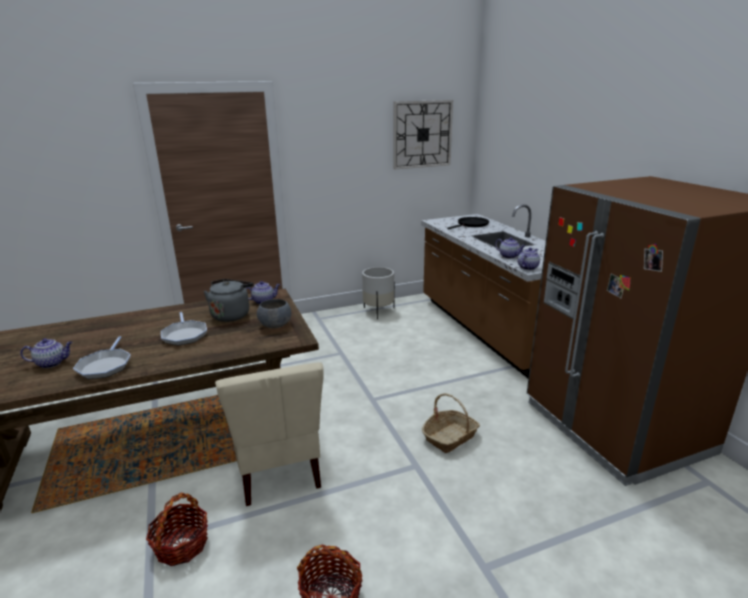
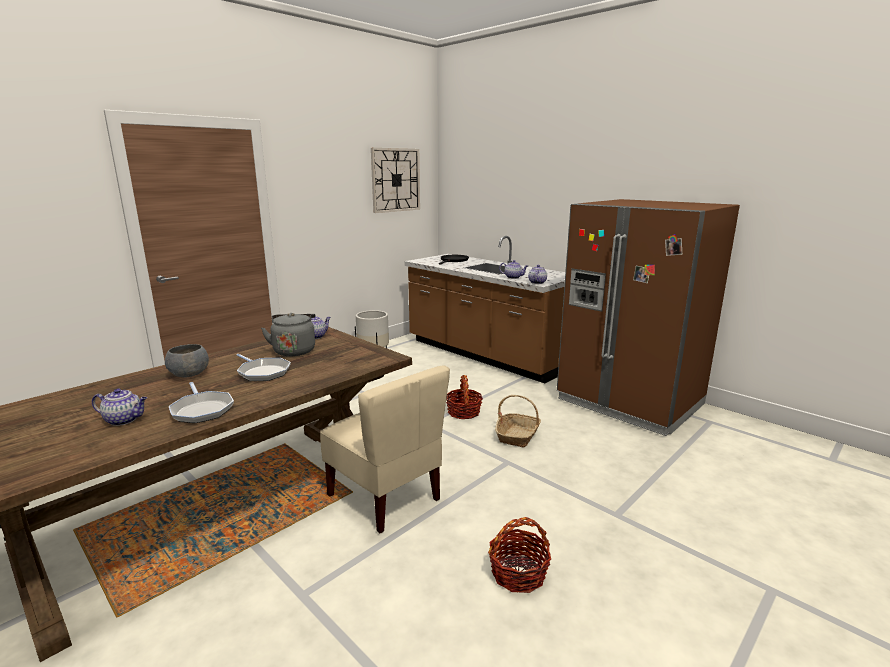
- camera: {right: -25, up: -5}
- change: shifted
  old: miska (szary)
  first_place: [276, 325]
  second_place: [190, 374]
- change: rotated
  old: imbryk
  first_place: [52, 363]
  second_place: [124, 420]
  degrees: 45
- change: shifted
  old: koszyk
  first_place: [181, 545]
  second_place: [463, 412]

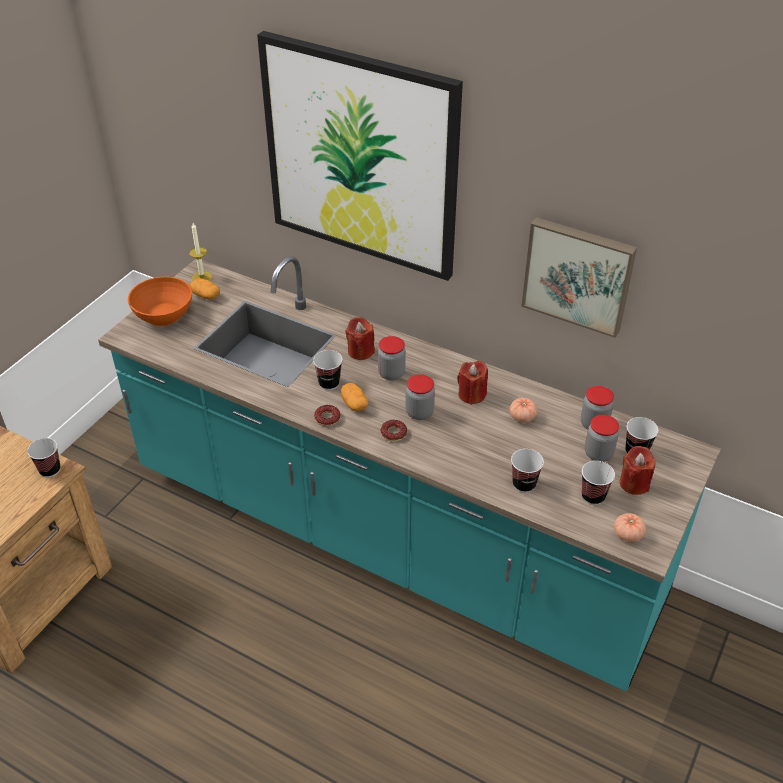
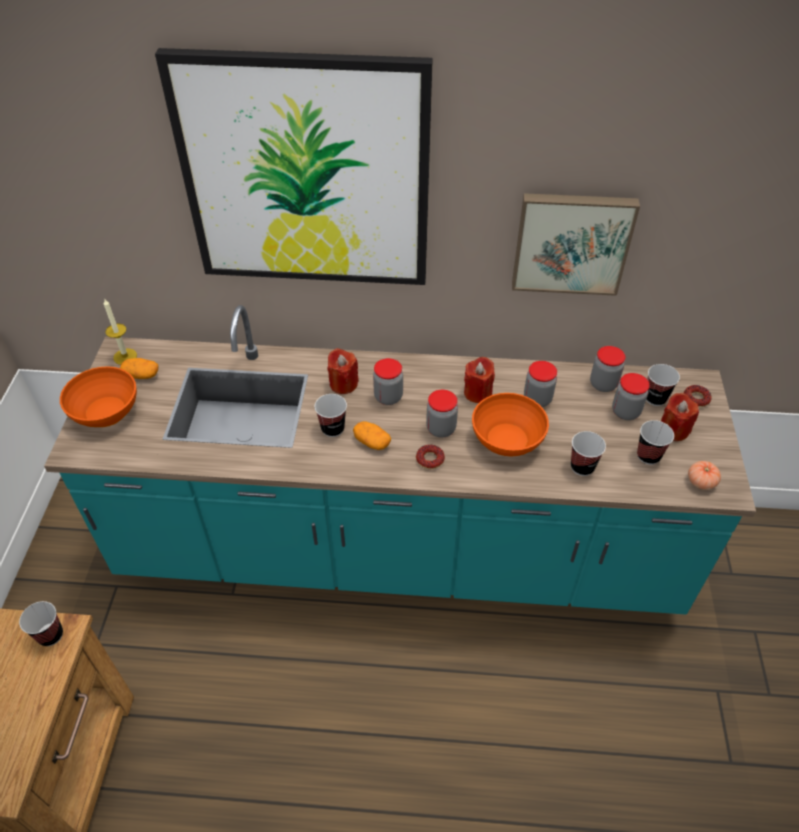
- camera: {right: -25, up: 5}
- change: swapped
  old: pomidor
  new: słoik
  first_place: [522, 417]
  second_place: [537, 399]
- change: shifted
  old: donut
  first_place: [327, 418]
  second_place: [696, 399]
- change: new
  new: miska (pomarańczowy)
  second_place: [507, 440]

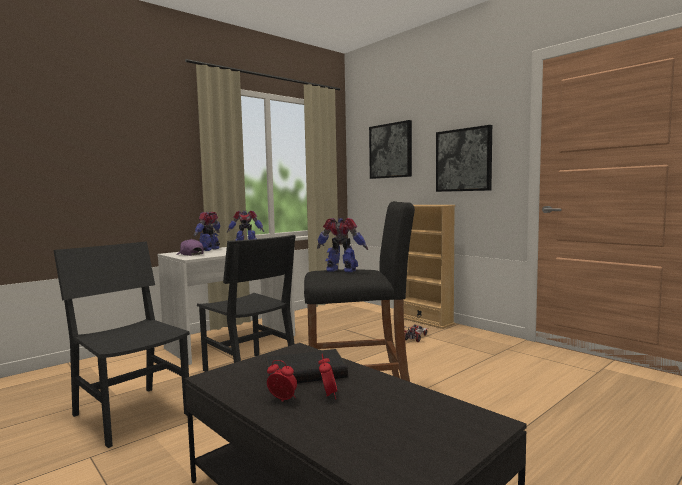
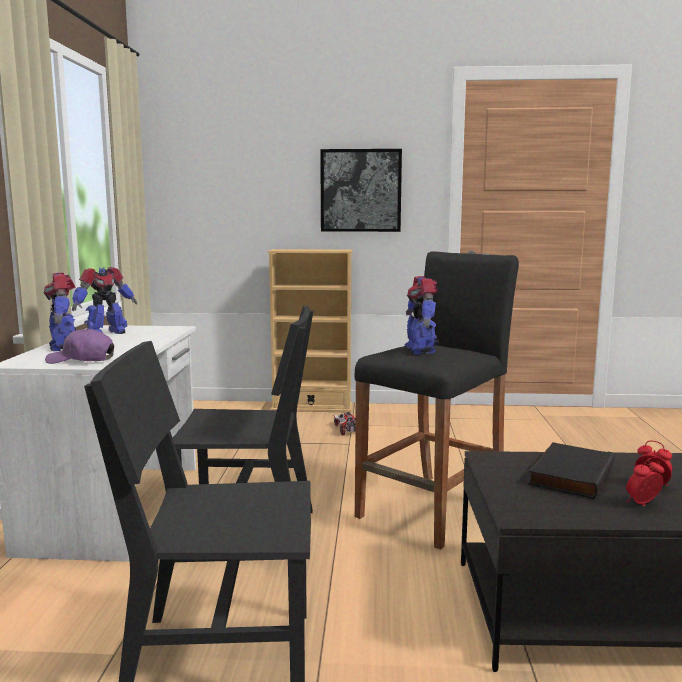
- camera: {right: -45, up: 5}
- change: gone
  old: obraz
  first_place: [391, 151]
- change: rotated
  old: robot zabawkowy
  first_place: [341, 271]
  second_place: [421, 350]
  degrees: -75

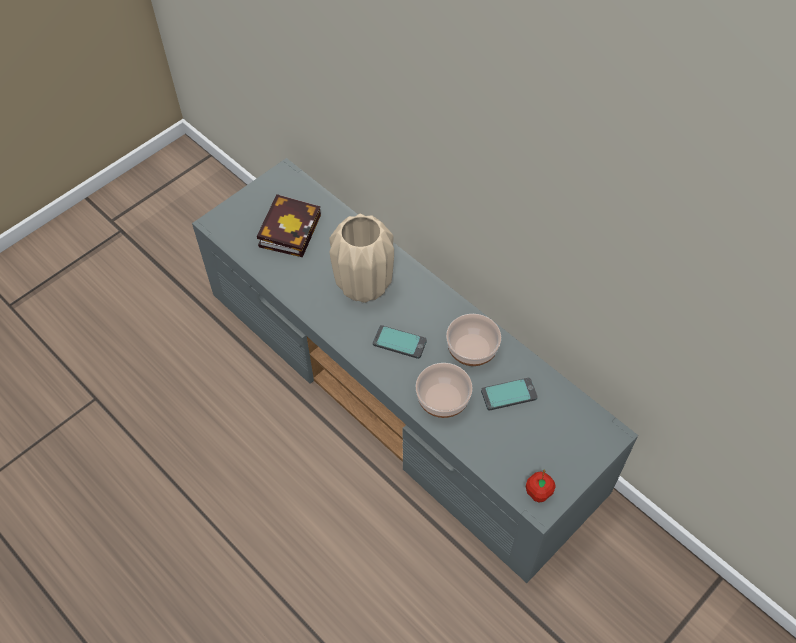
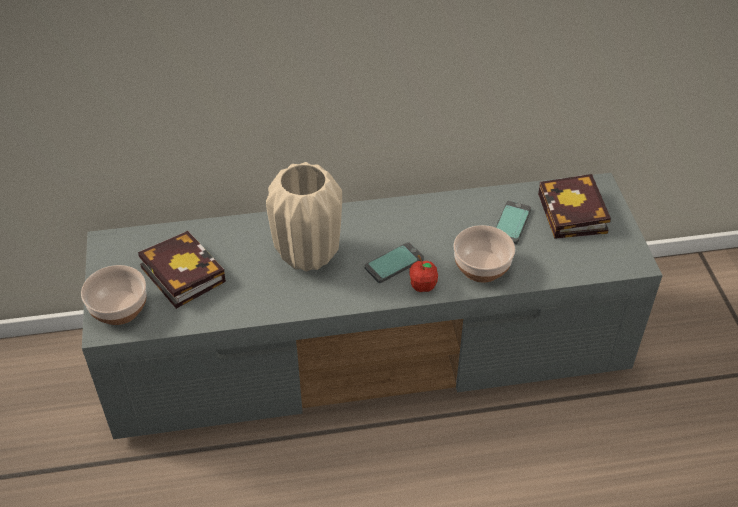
- camera: {right: -55, up: -10}
- change: shifted
  old: miska
  first_place: [471, 350]
  second_place: [118, 309]
- change: shifted
  old: jabłko
  first_place: [538, 493]
  second_place: [422, 286]
- change: new
  new: książka
  second_place: [574, 215]

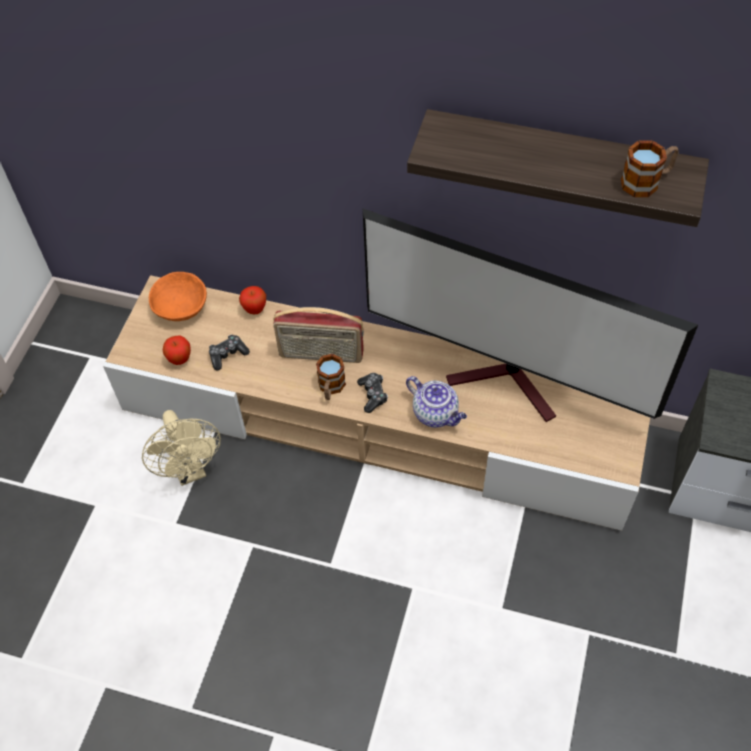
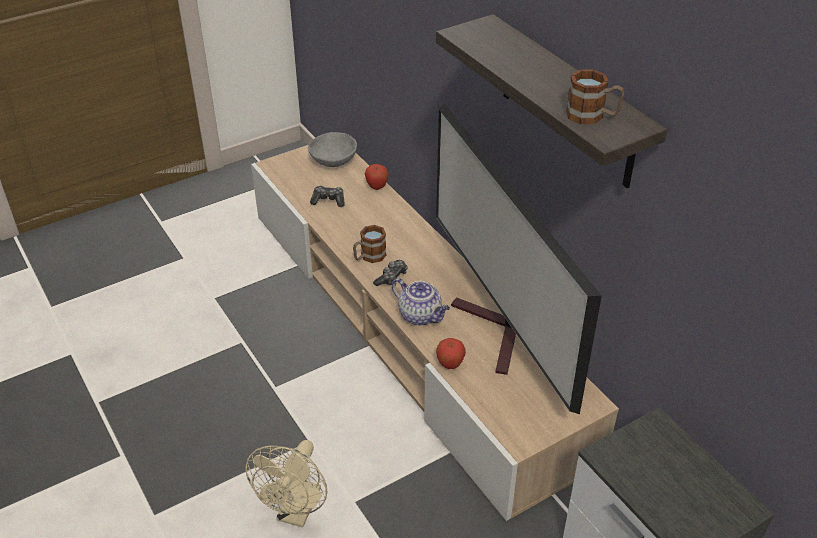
- camera: {right: 40, up: -15}
- change: repainted
  old: miska (pomarańczowy)
  new: miska (szary)
  first_place: [181, 307]
  second_place: [334, 160]
- change: gone
  old: radio
  first_place: [321, 355]
- change: shifted
  old: jabłko
  first_place: [180, 359]
  second_place: [450, 365]
- change: rotated
  old: imbryk
  first_place: [436, 413]
  second_place: [421, 316]
  degrees: -45
- change: shifted
  old: wentylator (beżowy)
  first_place: [190, 470]
  second_place: [296, 512]

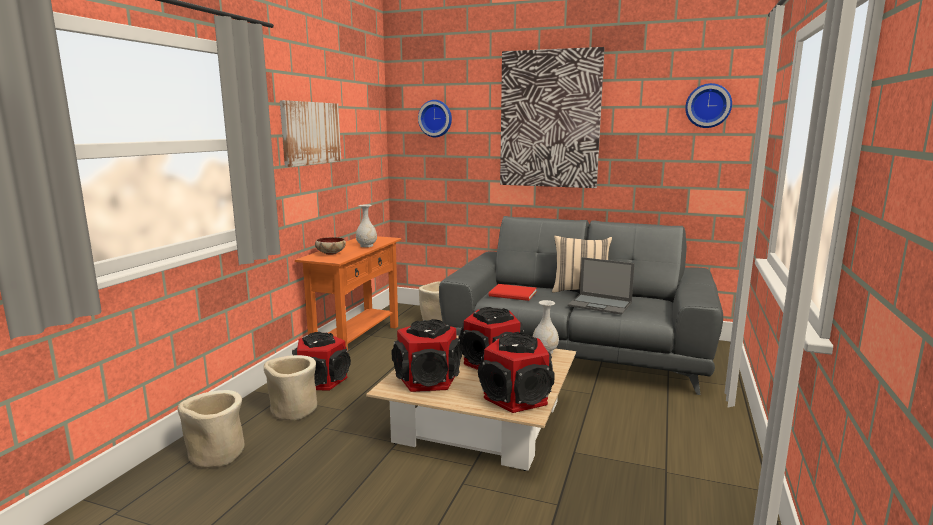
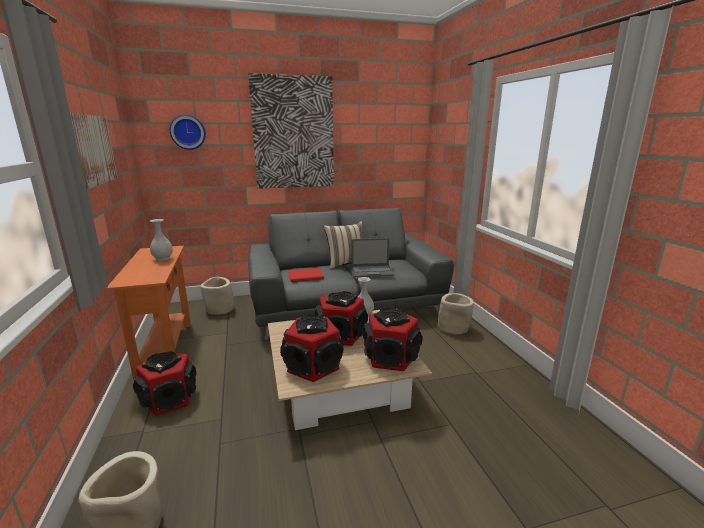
- camera: {right: -35, up: 5}
- change: gone
  old: zegar ścienny
  first_place: [708, 106]
- change: gone
  old: miska
  first_place: [330, 253]
- change: shifted
  old: donica (beżowy)
  first_place: [293, 410]
  second_place: [453, 328]

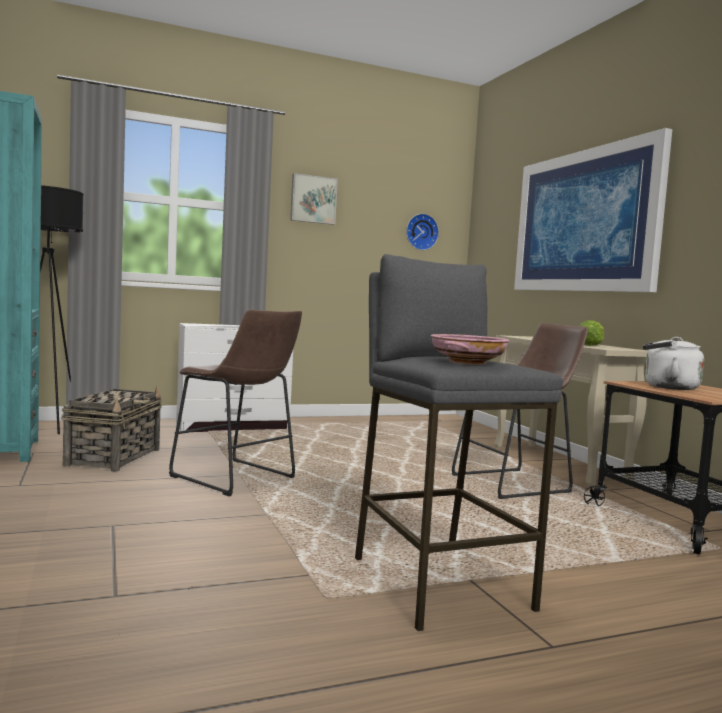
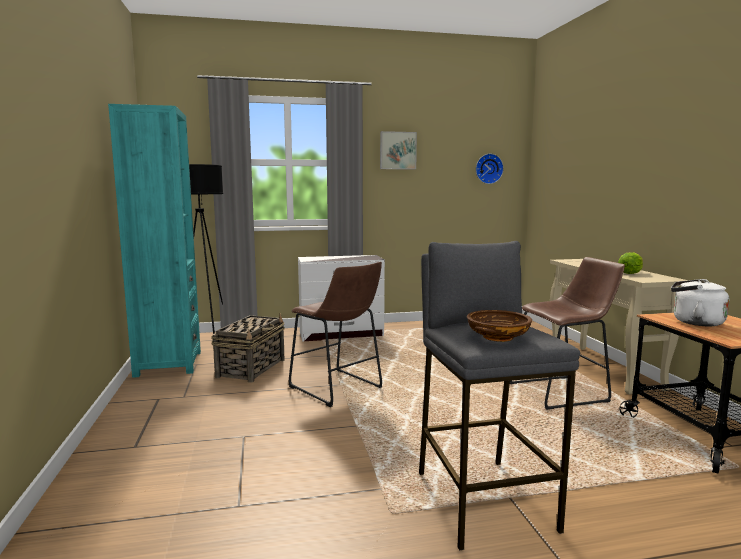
- camera: {right: 10, up: 5}
- change: gone
  old: obraz
  first_place: [584, 221]
- change: repainted
  old: miska (różowy)
  new: miska (brązowy)
  first_place: [467, 362]
  second_place: [498, 337]

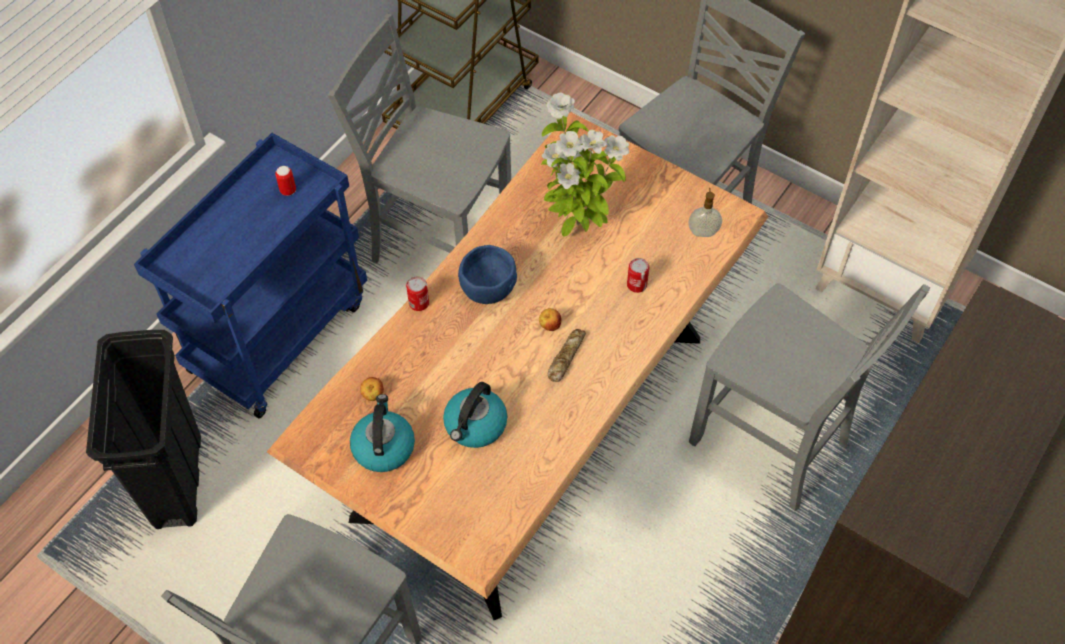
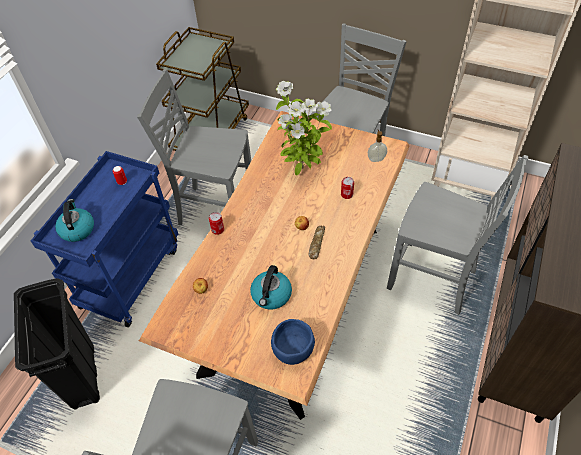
- camera: {right: -10, up: -5}
- change: shifted
  old: miska (niebieski)
  first_place: [488, 290]
  second_place: [293, 351]
- change: shifted
  old: czajnik
  first_place: [383, 446]
  second_place: [77, 229]

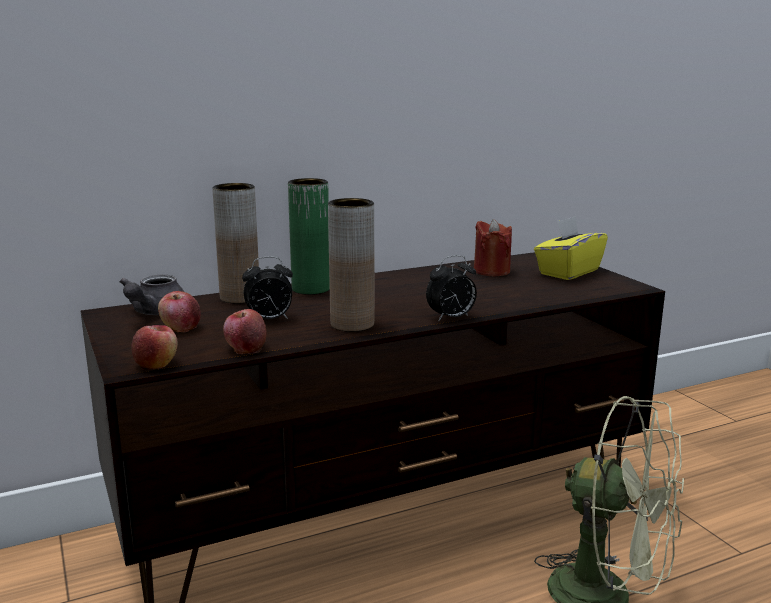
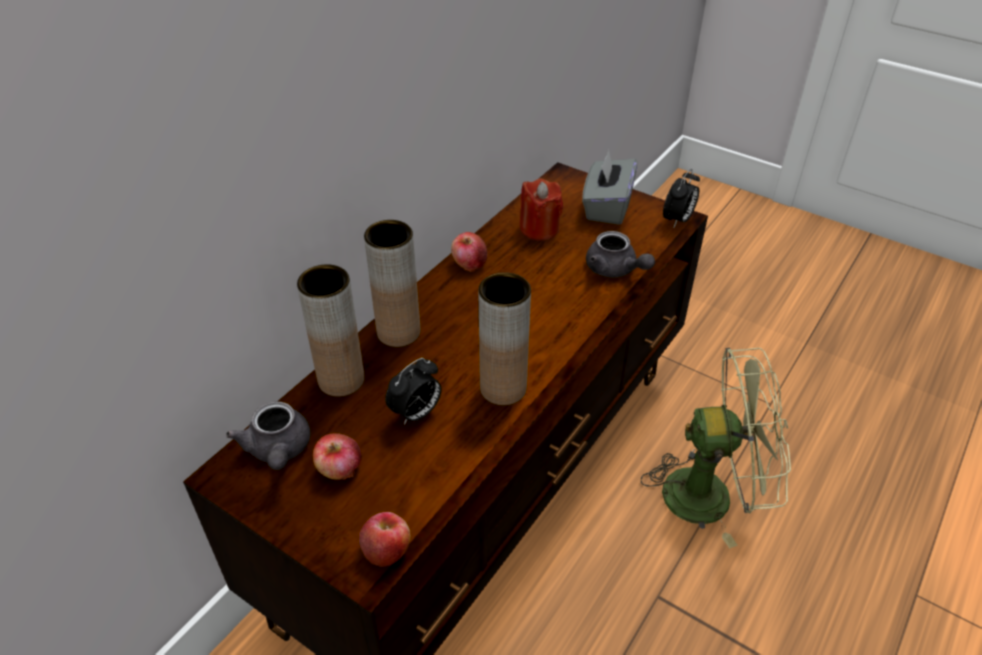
- camera: {right: -30, up: 25}
- change: repainted
  old: wazon (zielony)
  new: wazon (brązowy)
  first_place: [311, 289]
  second_place: [398, 332]
- change: repainted
  old: pudełko chusteczek (żółty)
  new: pudełko chusteczek (szary)
  first_place: [568, 272]
  second_place: [606, 207]
- change: shifted
  old: budzik
  first_place: [451, 318]
  second_place: [678, 220]
- change: shifted
  old: jabłko
  first_place: [245, 348]
  second_place: [469, 263]
- change: new
  new: imbryk (szary)
  second_place: [615, 270]

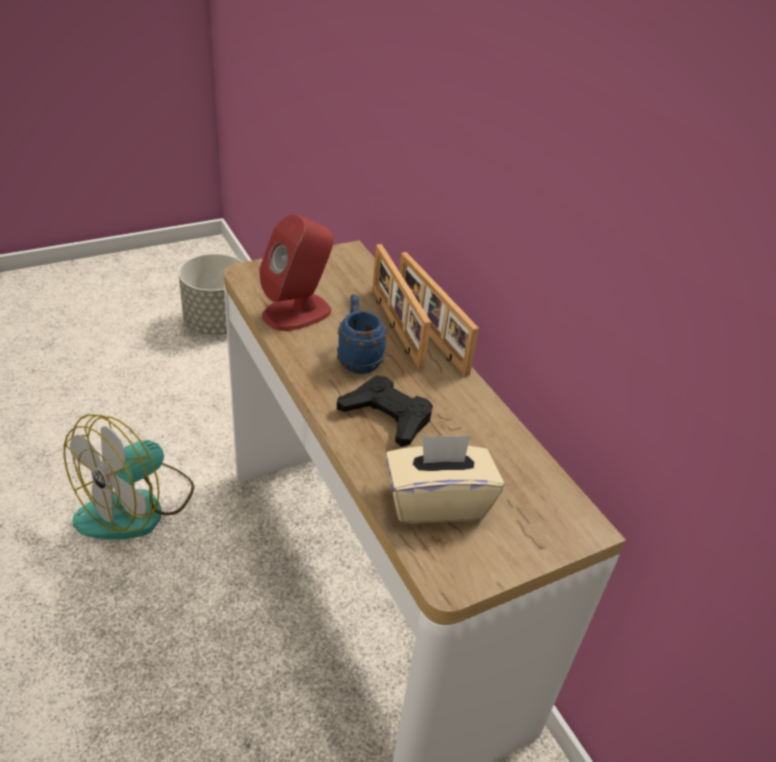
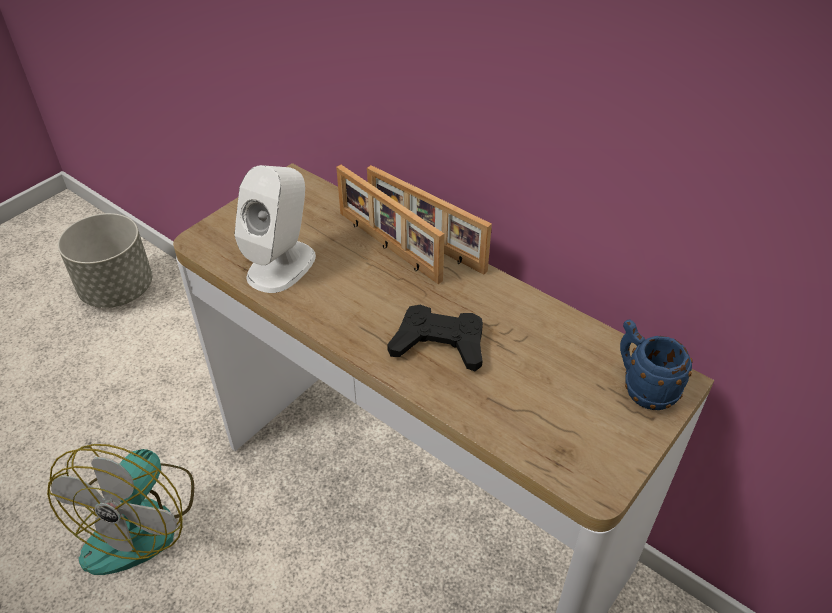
- camera: {right: -20, up: 5}
- change: repainted
  old: głośnik (czerwony)
  new: głośnik (biały)
  first_place: [298, 312]
  second_place: [282, 265]
- change: shifted
  old: kubek (niebieski)
  first_place: [358, 358]
  second_place: [642, 388]
- change: gone
  old: pudełko chusteczek (beżowy)
  first_place: [437, 501]

